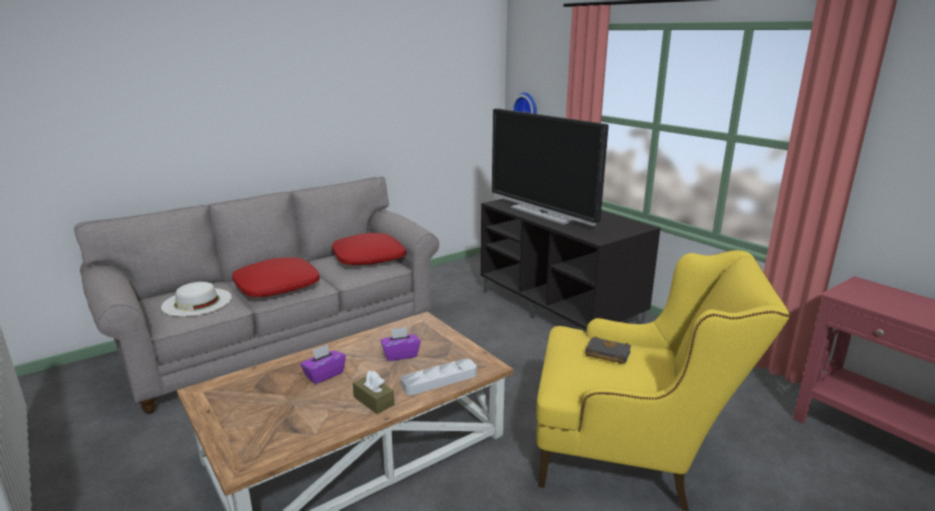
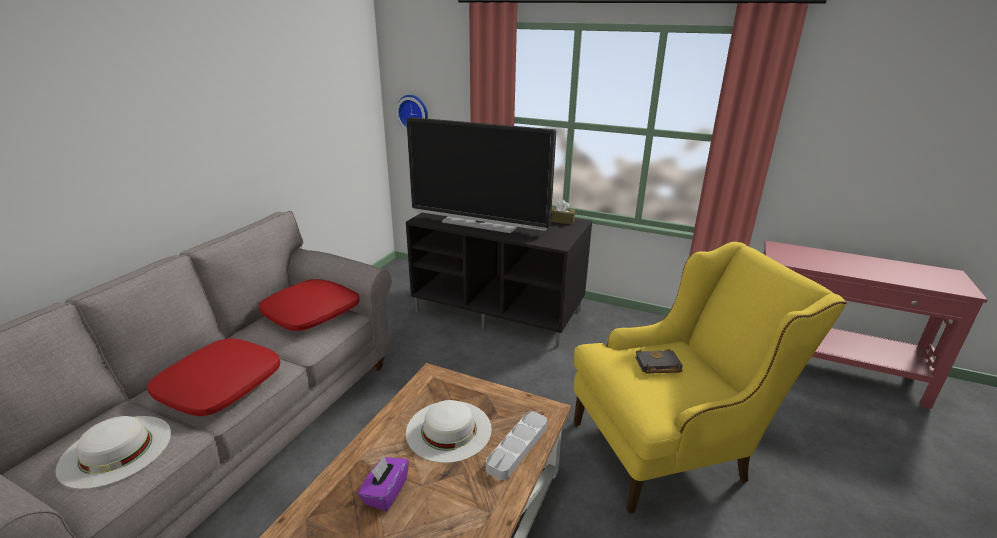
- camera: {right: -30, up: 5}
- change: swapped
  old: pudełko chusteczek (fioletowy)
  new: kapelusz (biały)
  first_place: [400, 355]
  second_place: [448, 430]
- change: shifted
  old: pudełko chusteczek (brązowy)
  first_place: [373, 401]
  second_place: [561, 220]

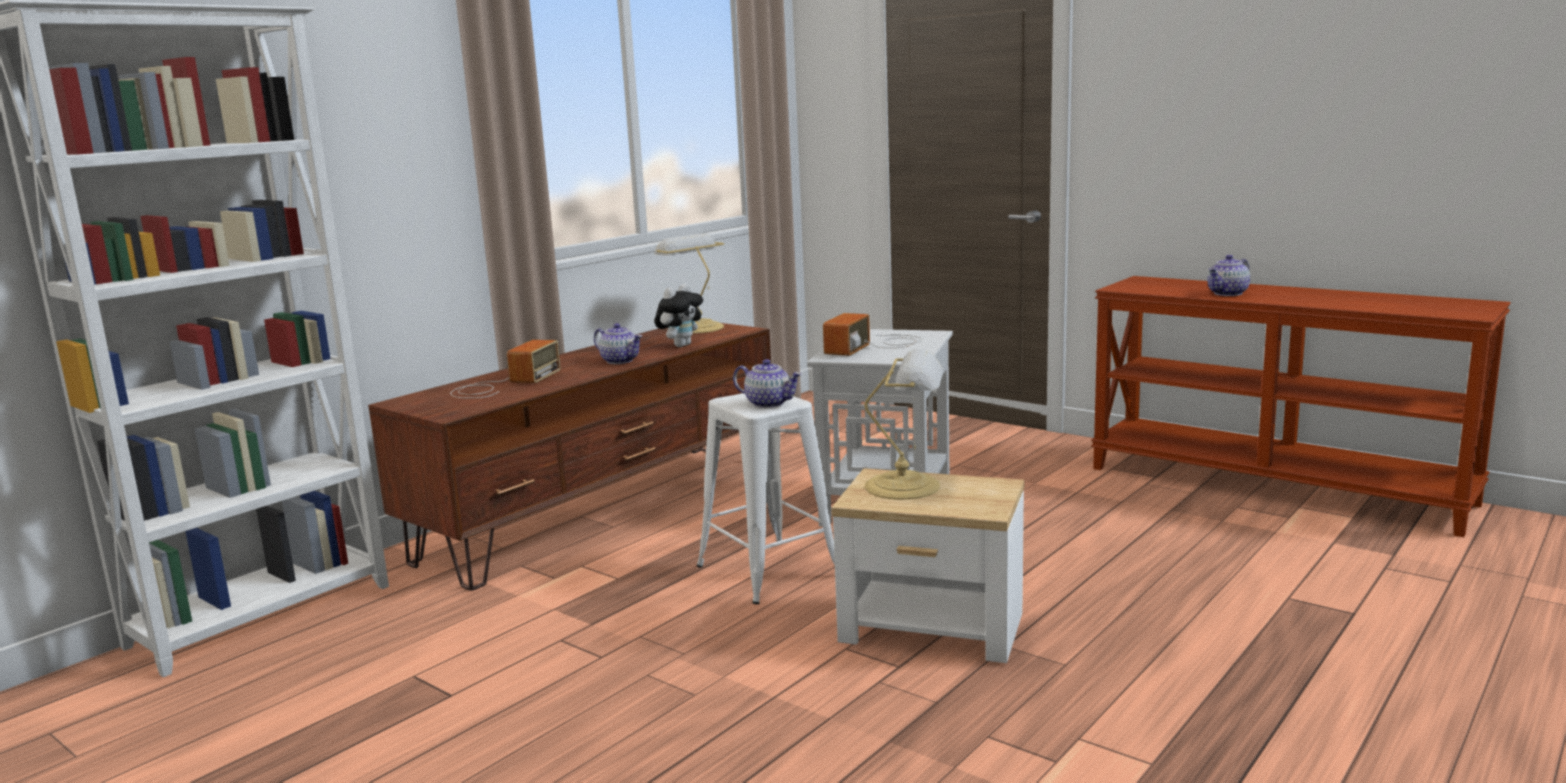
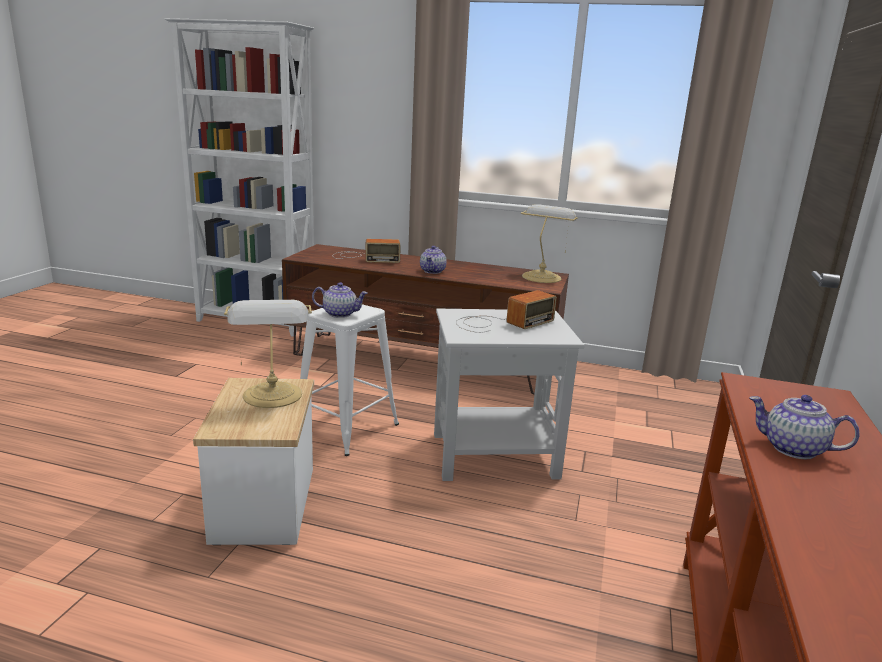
- camera: {right: 65, up: 5}
- change: gone
  old: pluszak
  first_place: [681, 345]
- change: rotated
  old: radio
  first_place: [876, 345]
  second_place: [500, 323]
  degrees: 135
- change: rotated
  old: imbryk
  first_place: [769, 403]
  second_place: [340, 314]
  degrees: -90

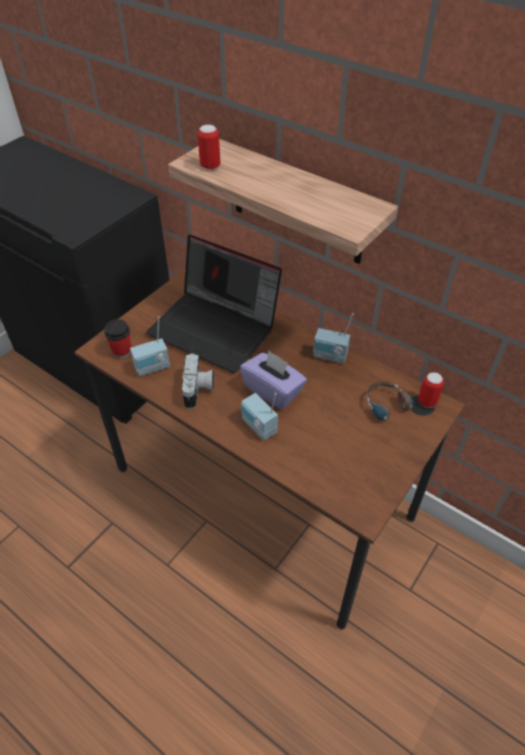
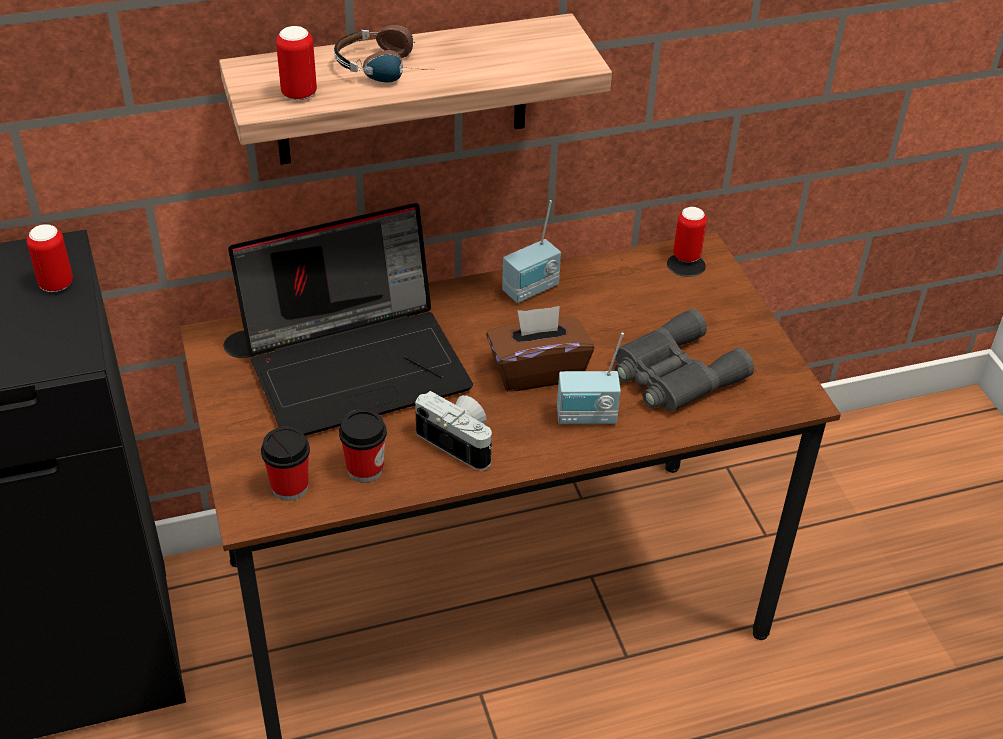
- camera: {right: -55, up: -5}
- change: swapped
  old: radio
  new: filiżanka
  first_place: [153, 368]
  second_place: [365, 469]
- change: repainted
  old: pudełko chusteczek (fioletowy)
  new: pudełko chusteczek (brązowy)
  first_place: [273, 390]
  second_place: [537, 371]
- change: shifted
  old: słuchawki
  first_place: [391, 411]
  second_place: [390, 67]
- change: new
  new: puszka
  second_place: [56, 284]
- change: new
  new: lornetka (szary)
  second_place: [673, 374]

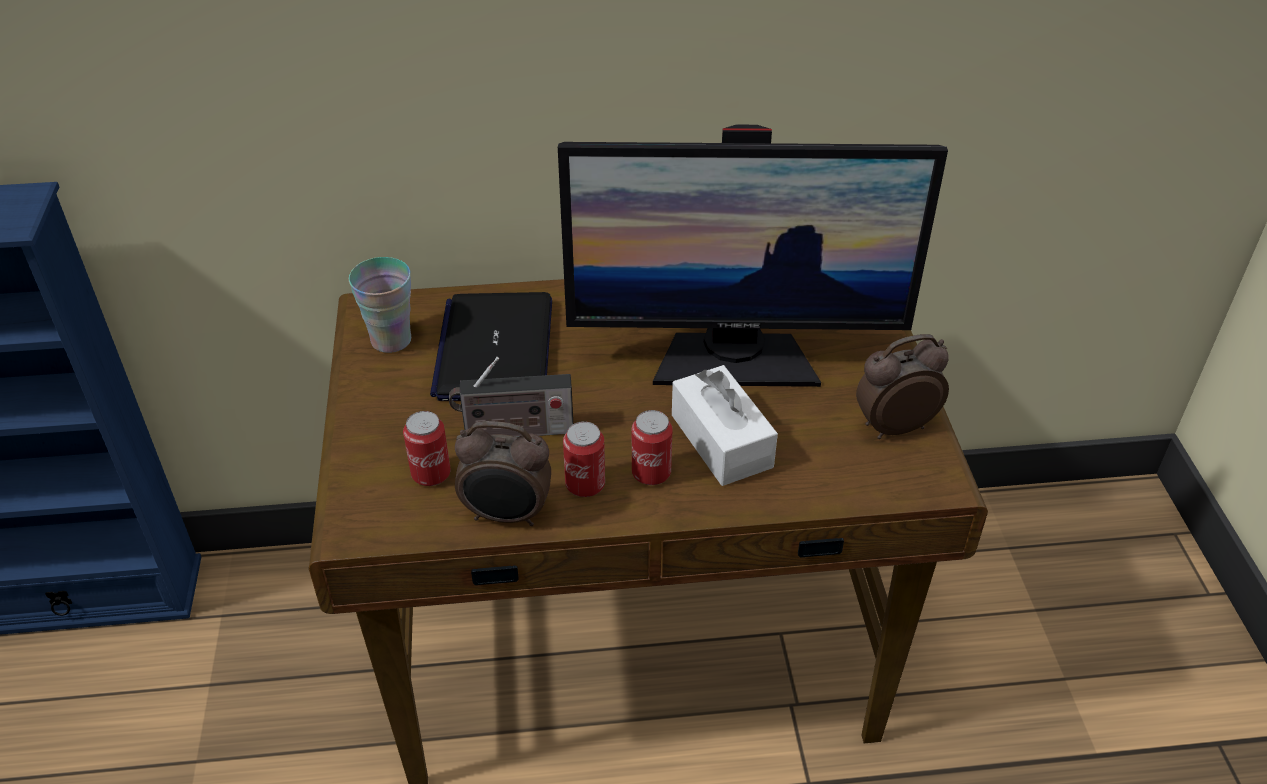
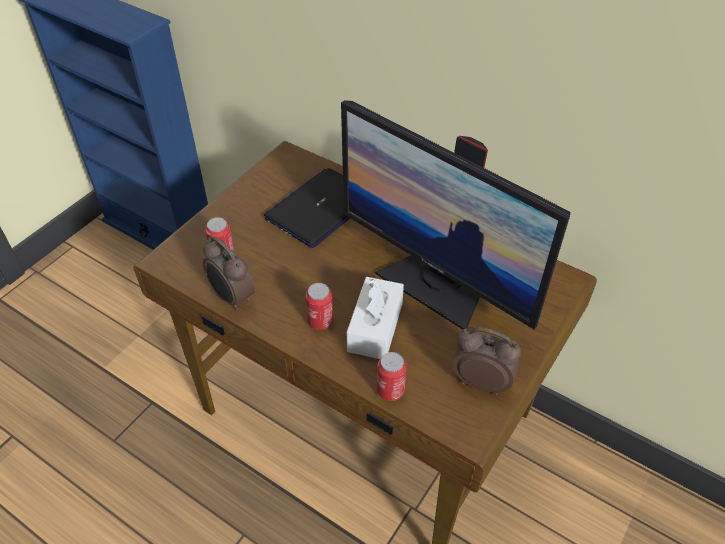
- camera: {right: 40, up: 5}
- change: gone
  old: filiżanka
  first_place: [391, 340]
- change: gone
  old: radio
  first_place: [514, 432]
- change: shifted
  old: puszka
  first_place: [585, 485]
  second_place: [390, 390]

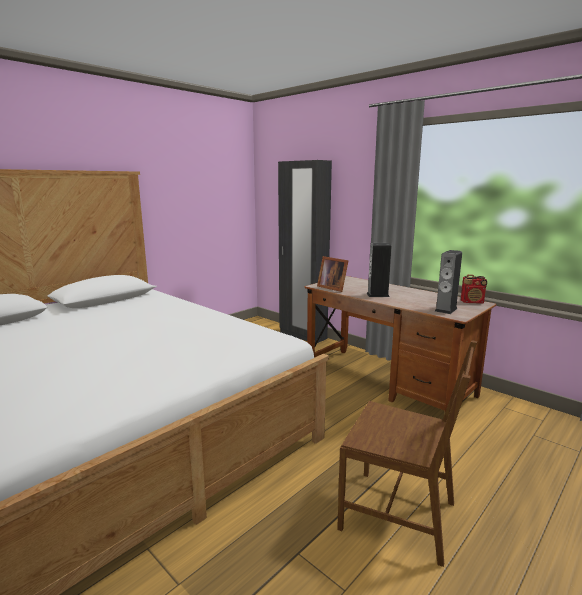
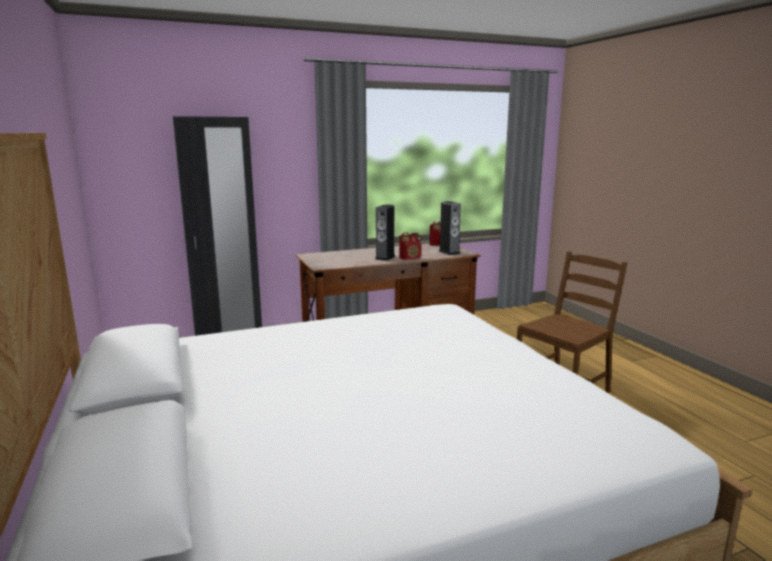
- camera: {right: -65, up: 0}
- change: gone
  old: ramka na zdjęcie
  first_place: [332, 288]
- change: new
  new: radio
  second_place: [410, 258]

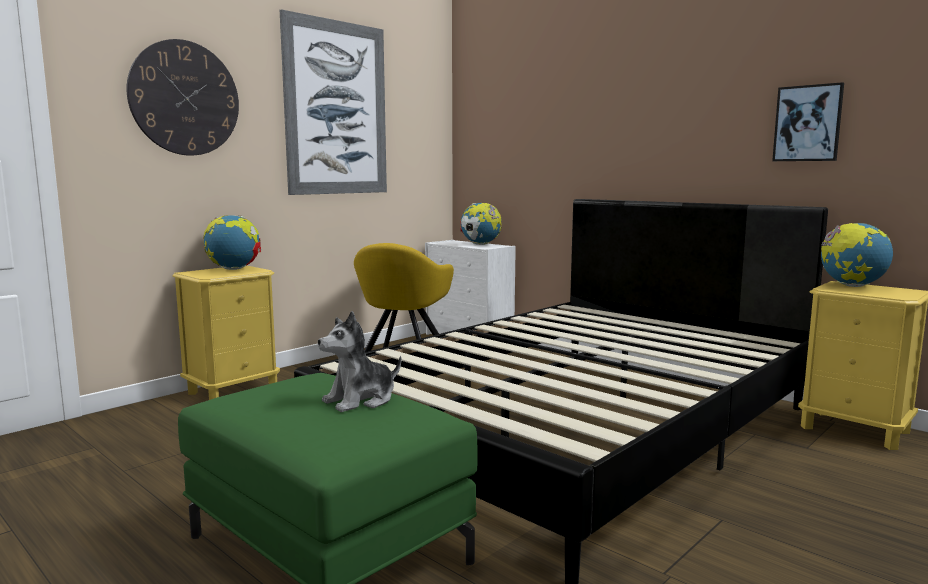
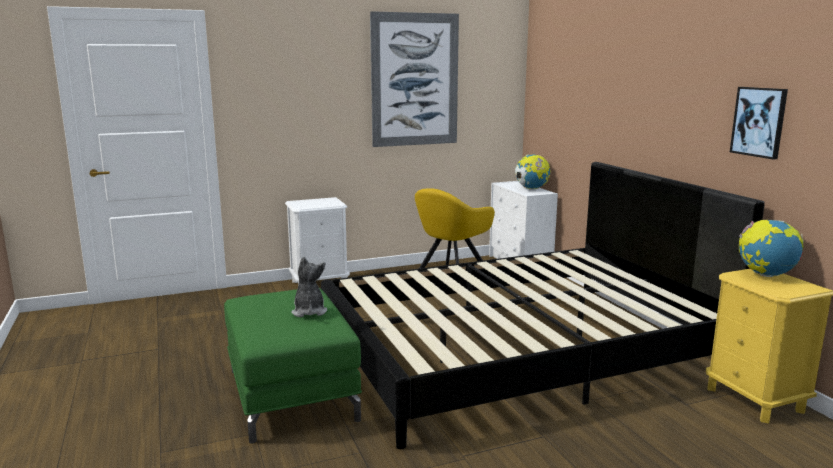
- camera: {right: 25, up: 5}
- change: gone
  old: zegar ścienny
  first_place: [185, 98]
- change: gone
  old: globus
  first_place: [234, 269]
- change: repainted
  old: szafka nocna (żółty)
  new: szafka nocna (biały)
  first_place: [233, 390]
  second_place: [319, 284]
- change: rotated
  old: pluszak
  first_place: [361, 400]
  second_place: [309, 311]
  degrees: 90

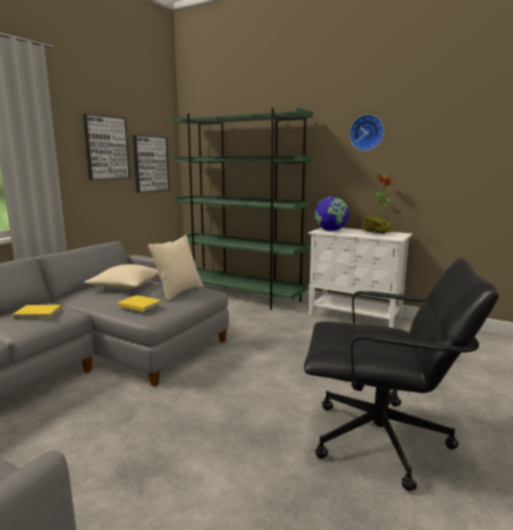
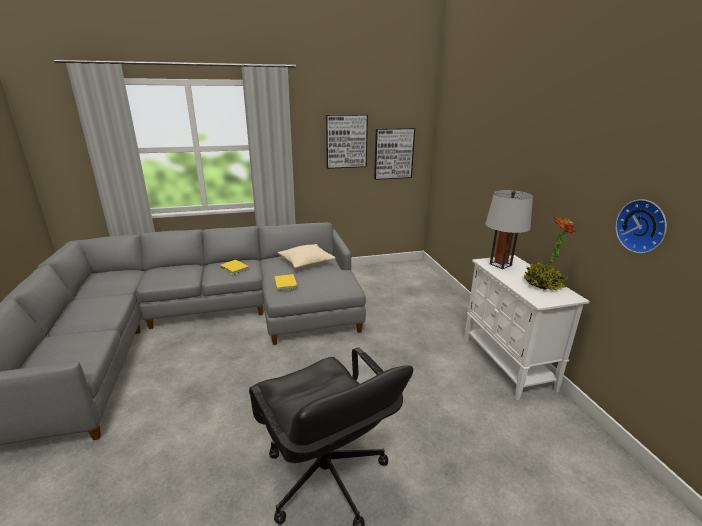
- camera: {right: 45, up: 10}
- change: gone
  old: regał (zielony)
  first_place: [241, 296]
- change: shifted
  old: zegar ścienny
  first_place: [367, 133]
  second_place: [643, 226]
- change: swapped
  old: globus
  new: lampa stołowa (szary)
  first_place: [331, 230]
  second_place: [500, 264]
- change: gone
  old: poduszka (beżowy)
  first_place: [178, 291]

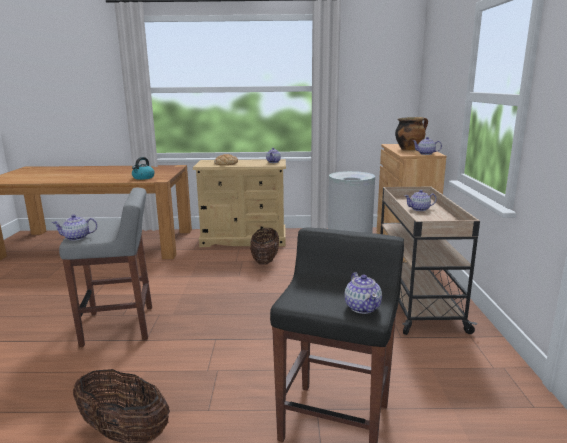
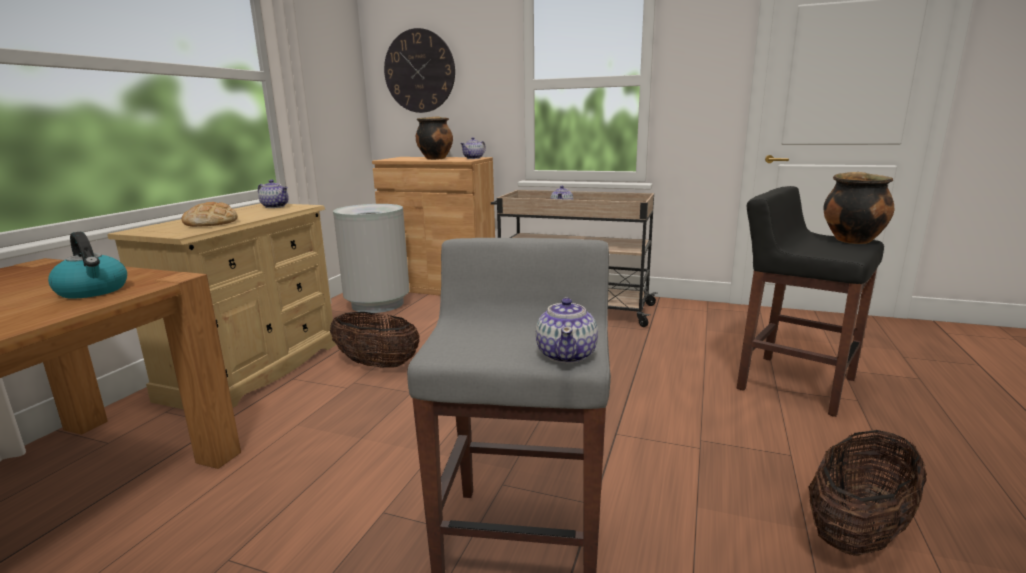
- camera: {right: -70, up: 0}
- change: swapped
  old: imbryk
  new: garnek
  first_place: [362, 307]
  second_place: [851, 240]
- change: new
  new: zegar ścienny
  second_place: [419, 71]

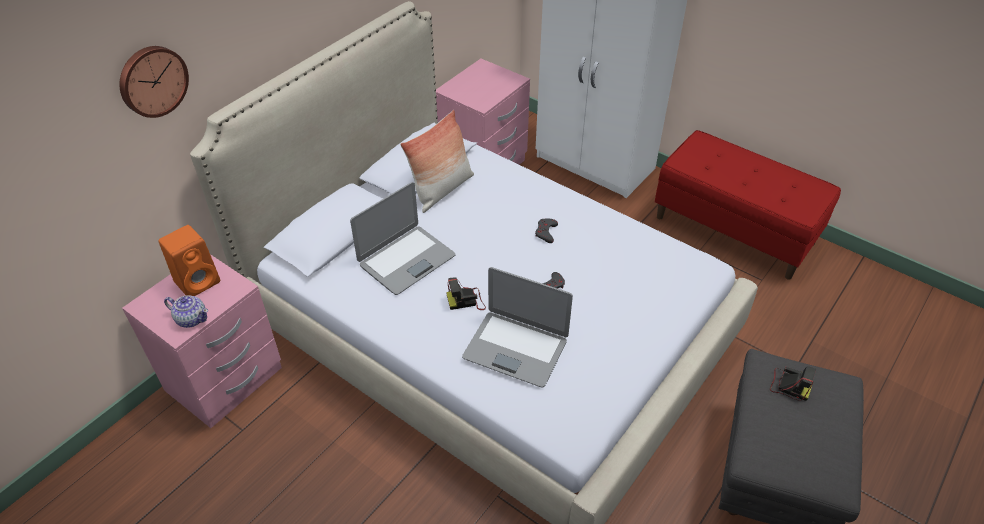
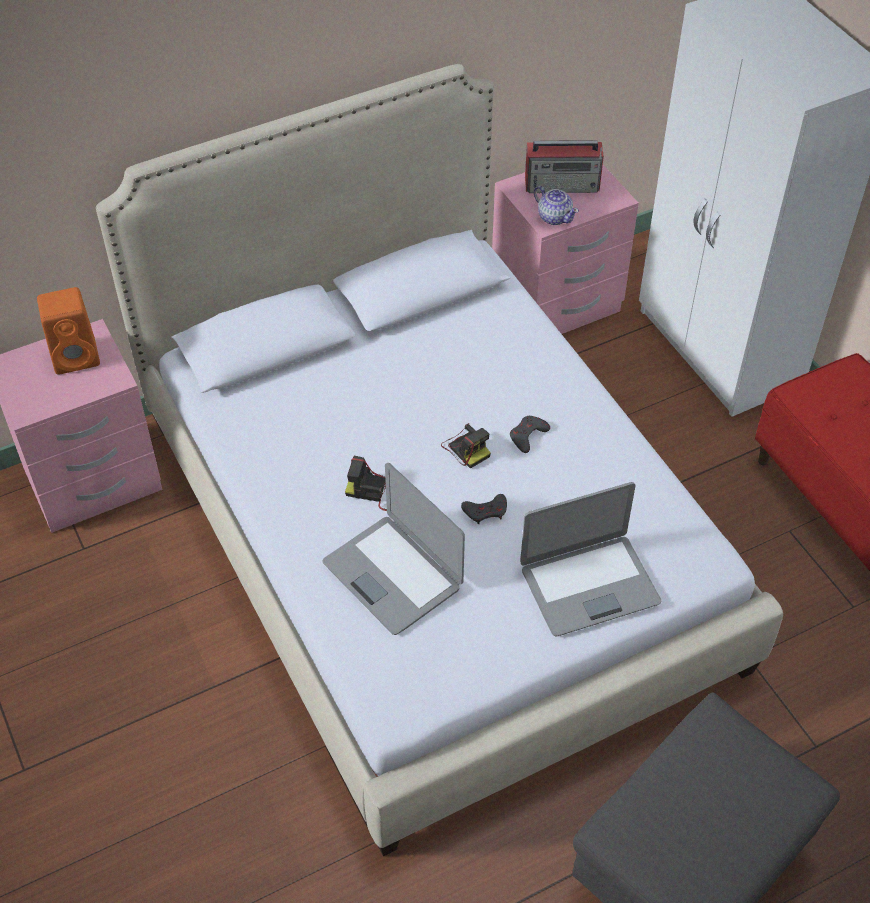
- camera: {right: 25, up: 5}
- change: gone
  old: zegar ścienny
  first_place: [152, 80]
- change: gone
  old: poduszka
  first_place: [442, 190]
- change: shifted
  old: laptop
  first_place: [406, 260]
  second_place: [589, 585]
- change: shifted
  old: imbryk
  first_place: [191, 319]
  second_place: [554, 217]
- change: shifted
  old: aparat fotograficzny
  first_place: [788, 386]
  second_place: [466, 448]
- change: new
  new: radio
  second_place: [563, 184]

